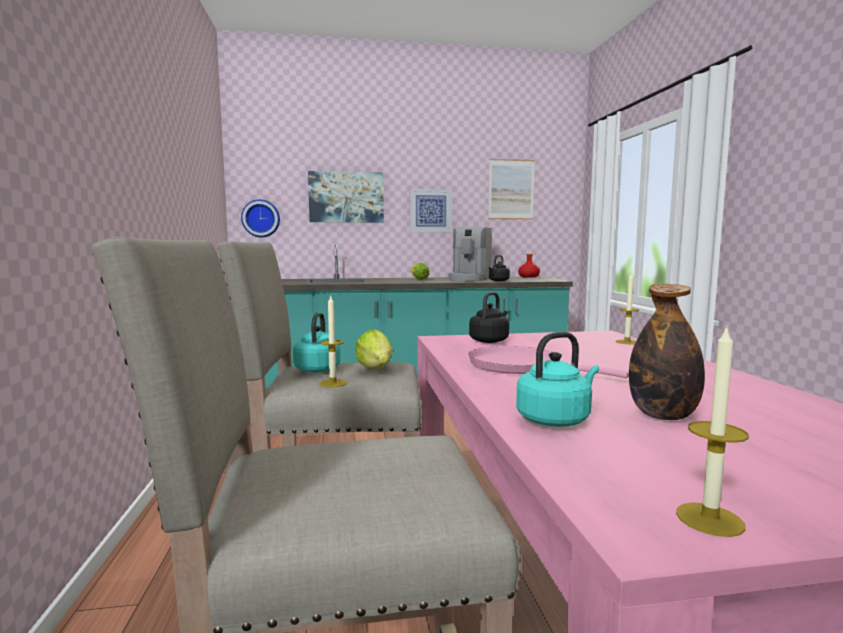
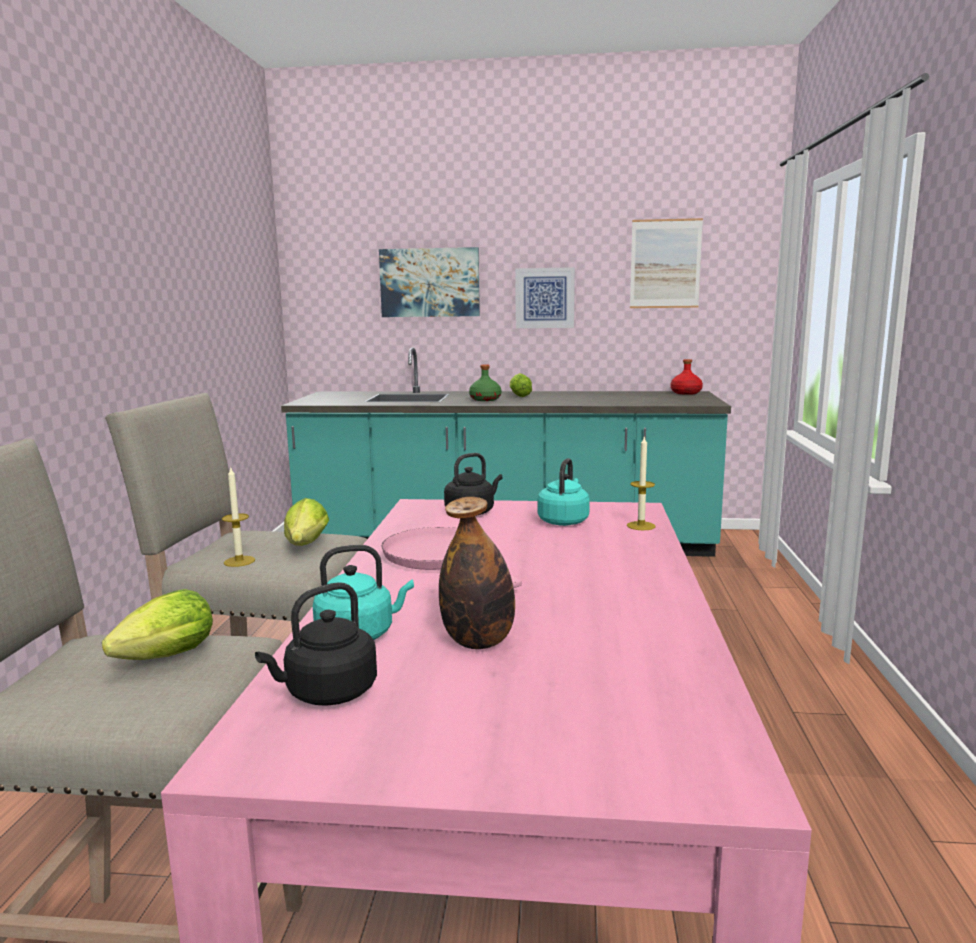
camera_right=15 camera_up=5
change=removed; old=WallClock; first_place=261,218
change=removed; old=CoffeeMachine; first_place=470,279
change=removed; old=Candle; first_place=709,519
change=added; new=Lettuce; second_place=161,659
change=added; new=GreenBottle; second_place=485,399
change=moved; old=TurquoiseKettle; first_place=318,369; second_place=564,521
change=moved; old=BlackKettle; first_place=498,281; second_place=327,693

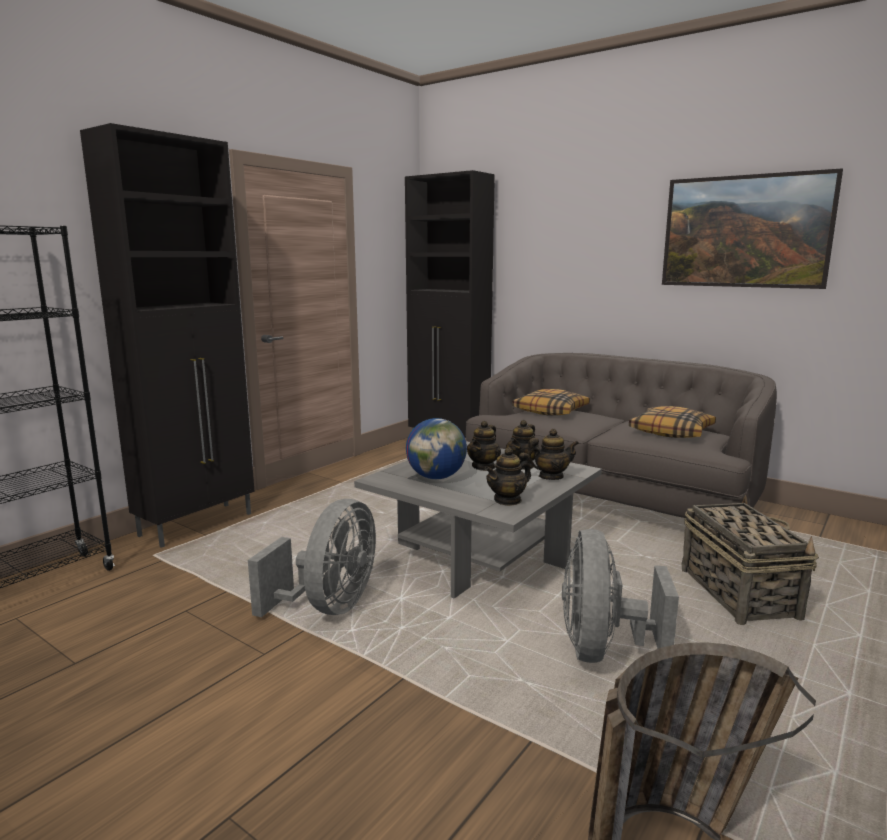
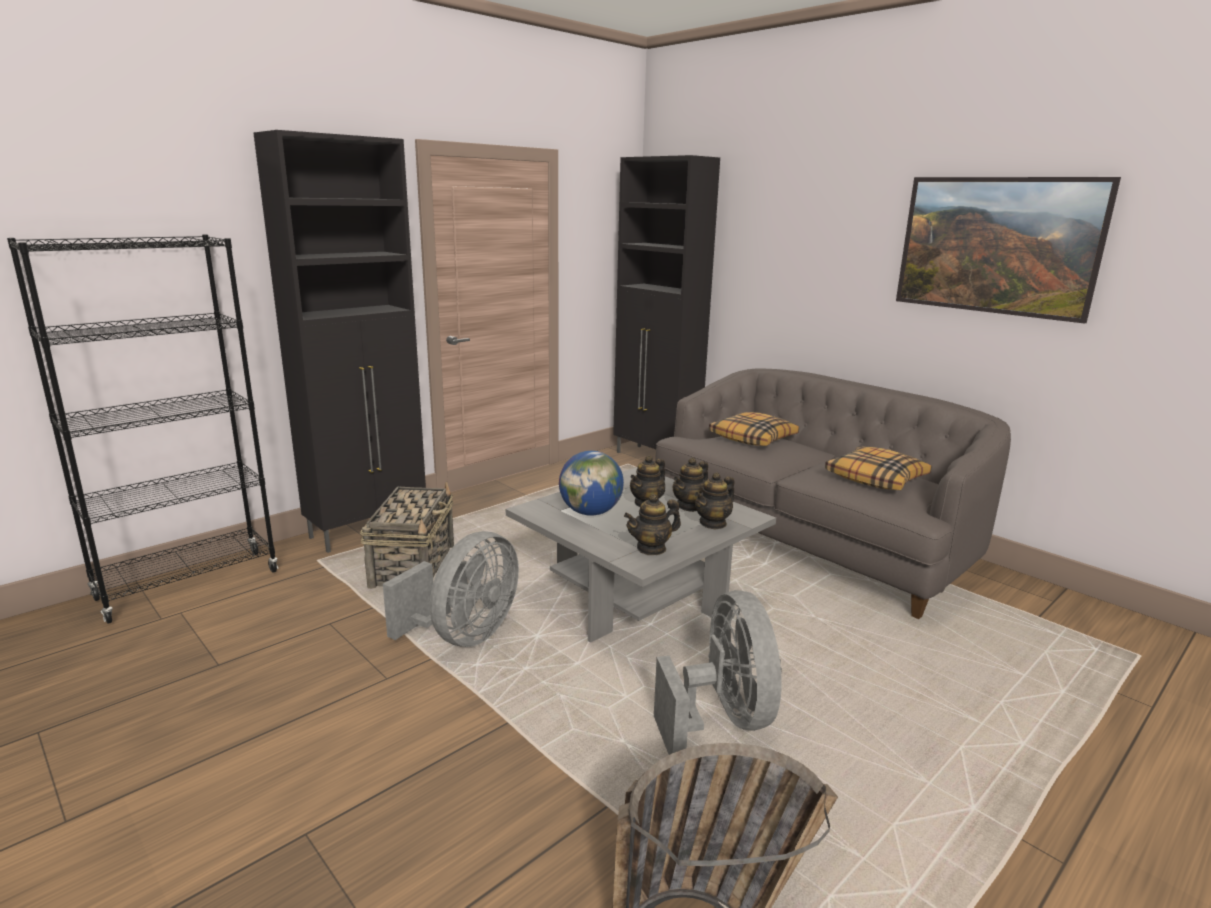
camera_right=10 camera_up=5
change=moved; old=Basket; first_place=737,592; second_place=413,565
change=turned; old=Teapot; first_place=550,477; second_place=713,523; degrees=135
change=turned; old=GreyFan; first_place=602,649; second_place=722,719; degrees=150

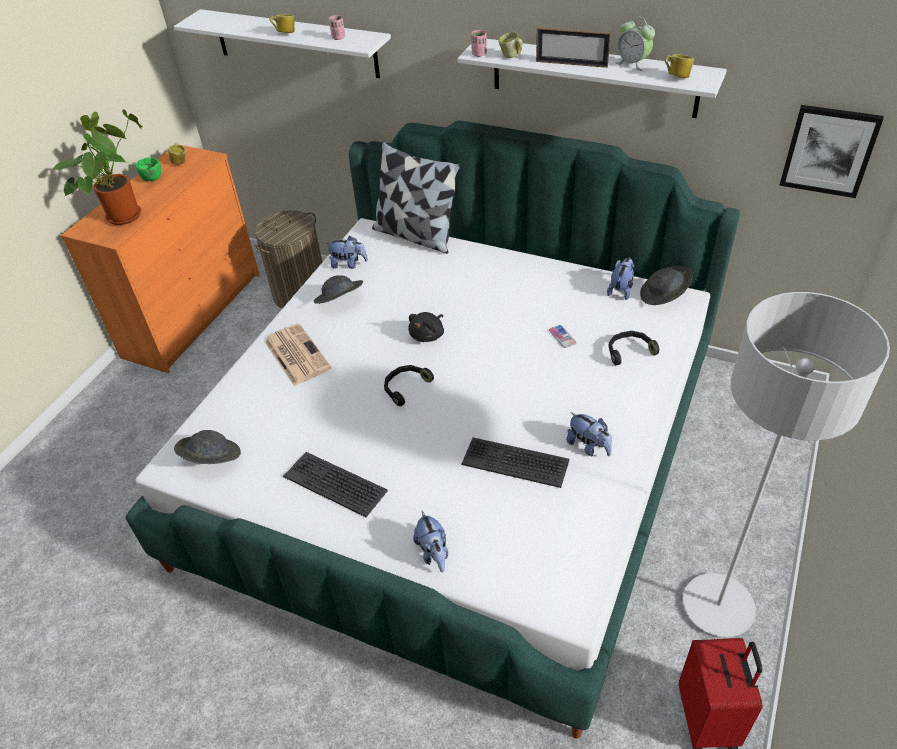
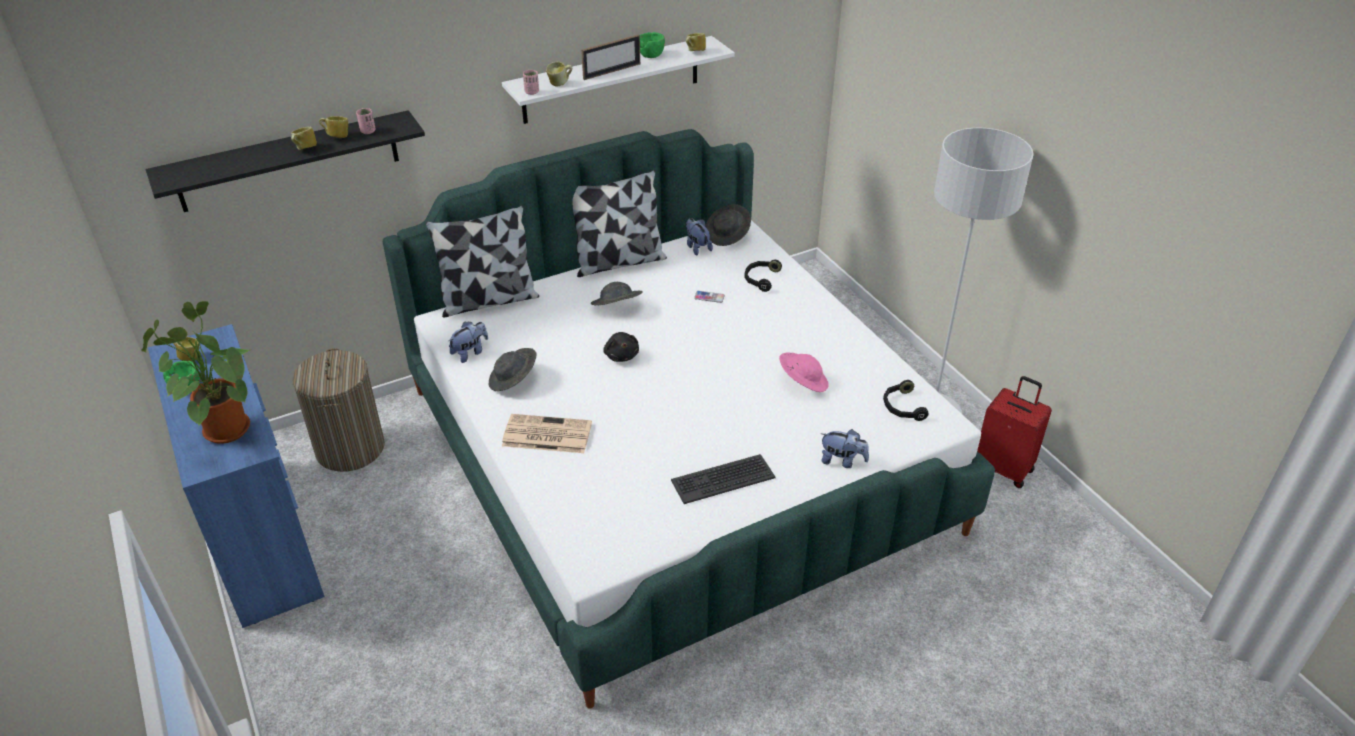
camera_right=-55 camera_up=-5
change=removed; old=PlushToy; first_place=588,446
change=removed; old=Picture; first_place=829,150
change=added; new=Mug; second_place=337,137
change=added; new=Pillow; second_place=618,261
change=moved; old=GreyHat; first_place=211,459; second_place=616,308
change=moved; old=BlackHeadphones; first_place=405,387; second_place=902,407
change=replaced; old=Keyboard; new=PinkHat; first_place=515,462; second_place=802,382
change=replaced; old=AlarmClock; new=GreenBowl; first_place=633,64; second_place=651,55
change=recoloured; old=OrangeDresser; new=BlueDresser; first_place=194,315; second_place=263,538
change=recoloured; old=WhiteShelf; new=BlackShelf; first_place=295,43; second_place=288,161

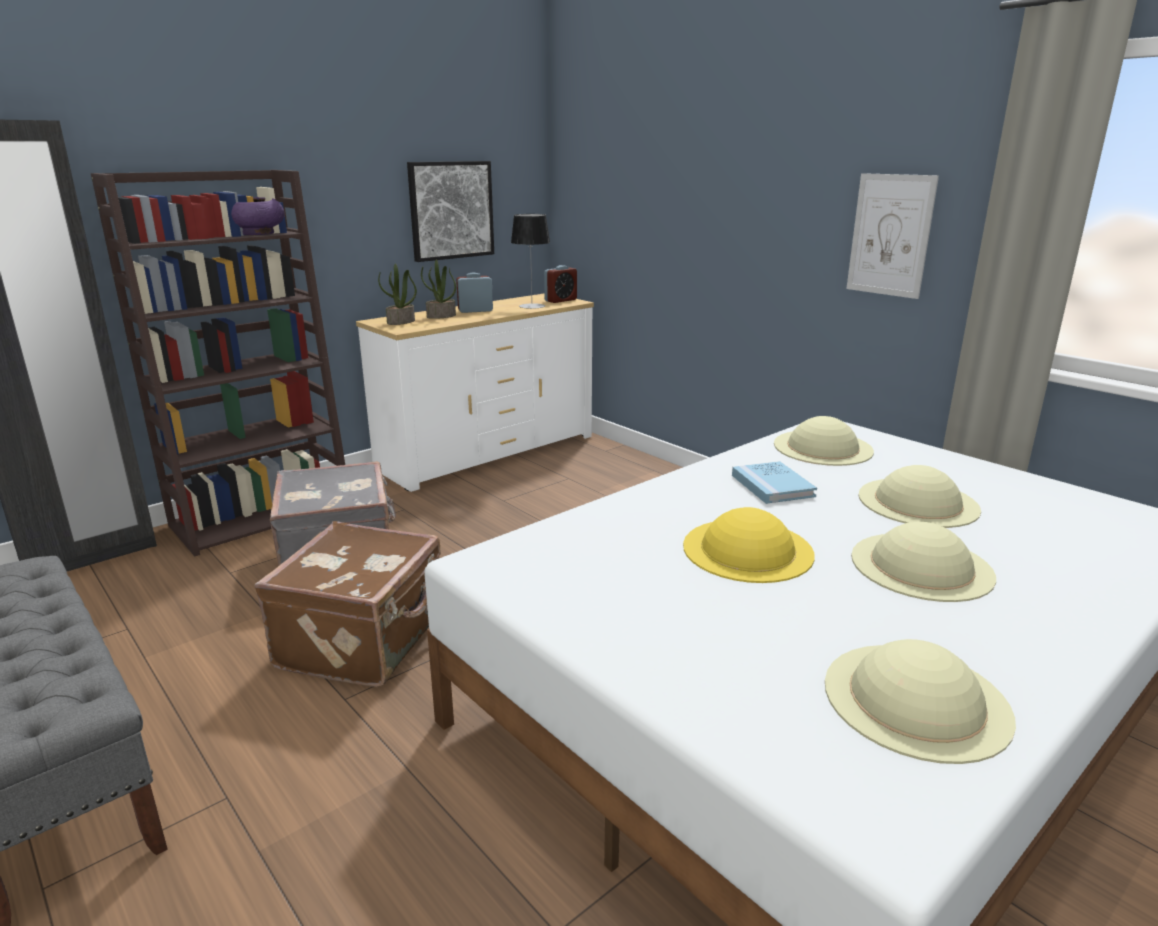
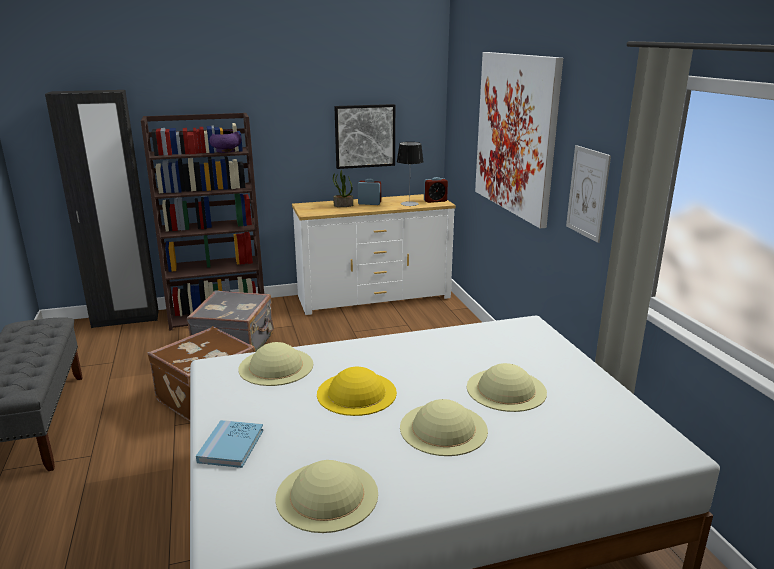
camera_right=25 camera_up=0
change=removed; old=PottedPlant; first_place=401,322
change=added; new=Picture; second_place=516,134
change=moved; old=BlueBook; first_place=772,486; second_place=231,446
change=moved; old=BeigeHat; first_place=823,447; second_place=276,366

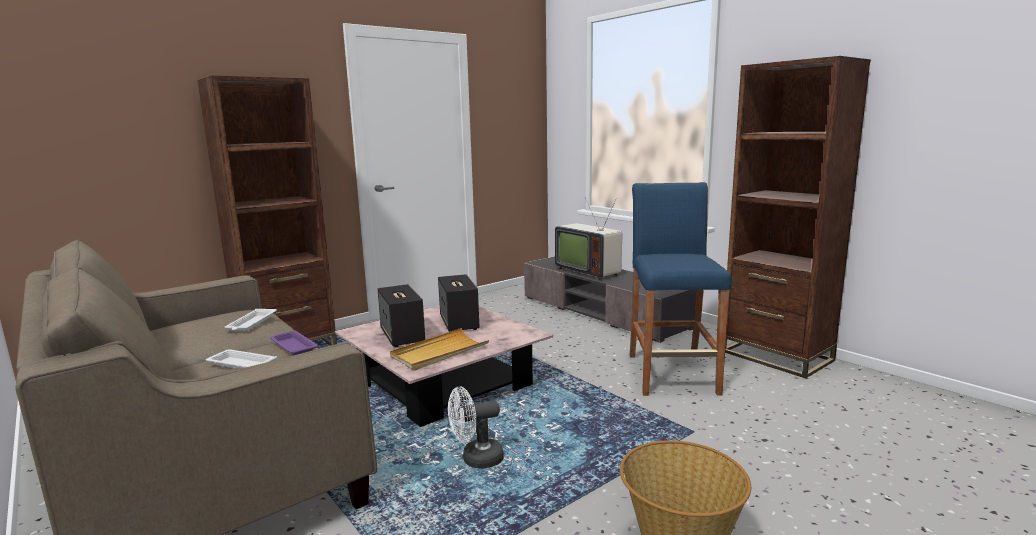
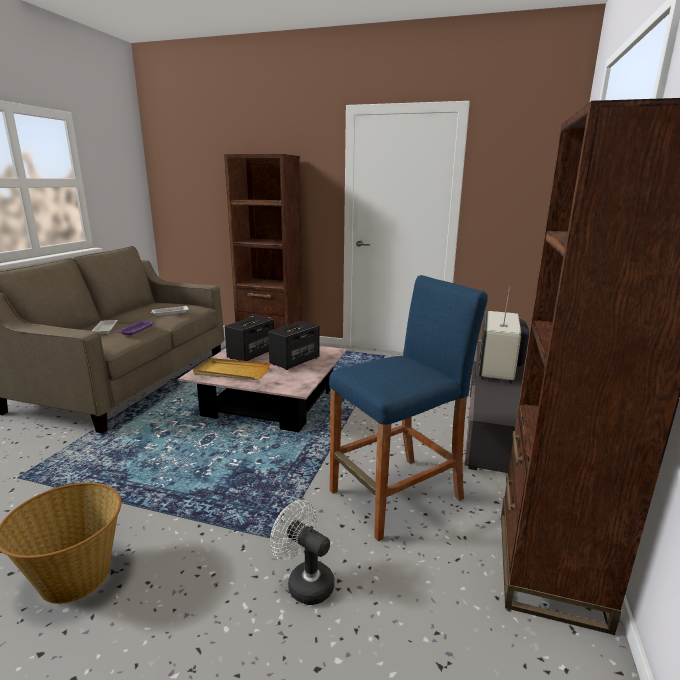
camera_right=55 camera_up=5
change=moved; old=WhiteFan; first_place=476,459; second_place=304,582

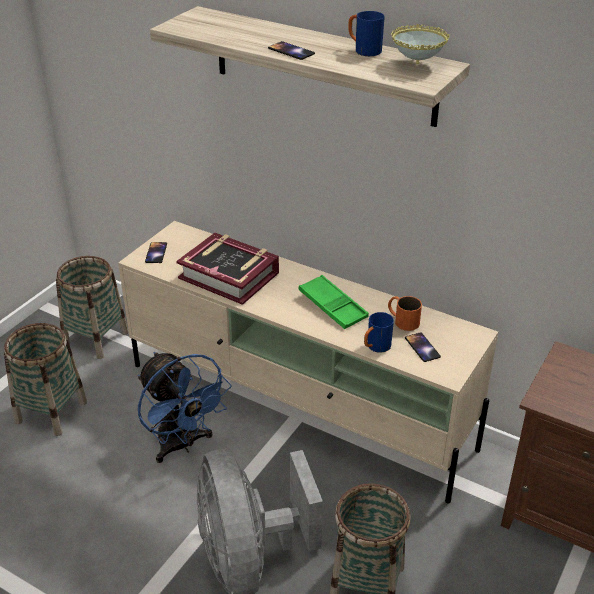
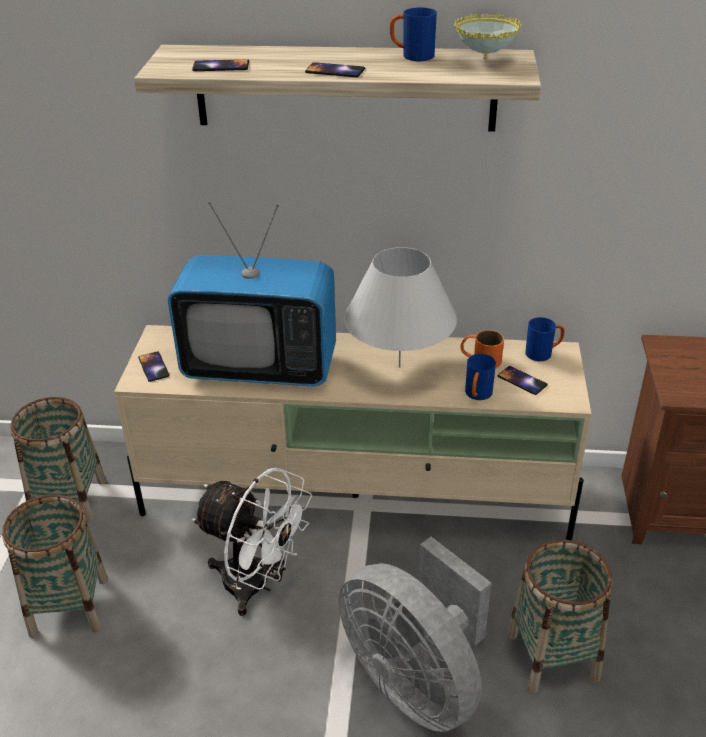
camera_right=-25 camera_up=0
change=added; new=Phone; second_place=221,66
change=added; new=BlueMug; second_place=543,353
change=replaced; old=Book; new=Television; first_place=229,275; second_place=260,367
change=replaced; old=GreenTray; new=WhiteTableLamp; first_place=332,306; second_place=399,367
change=recoloured; old=BlueFan; new=WhiteFan; first_place=182,445; second_place=257,585

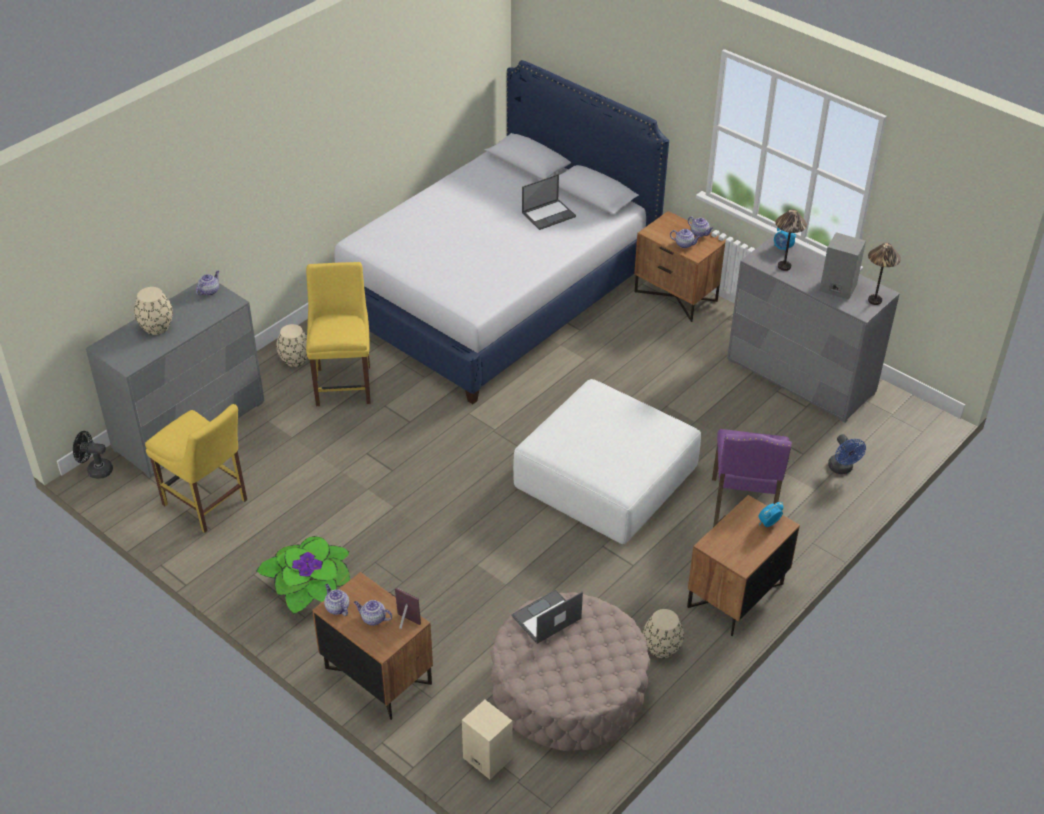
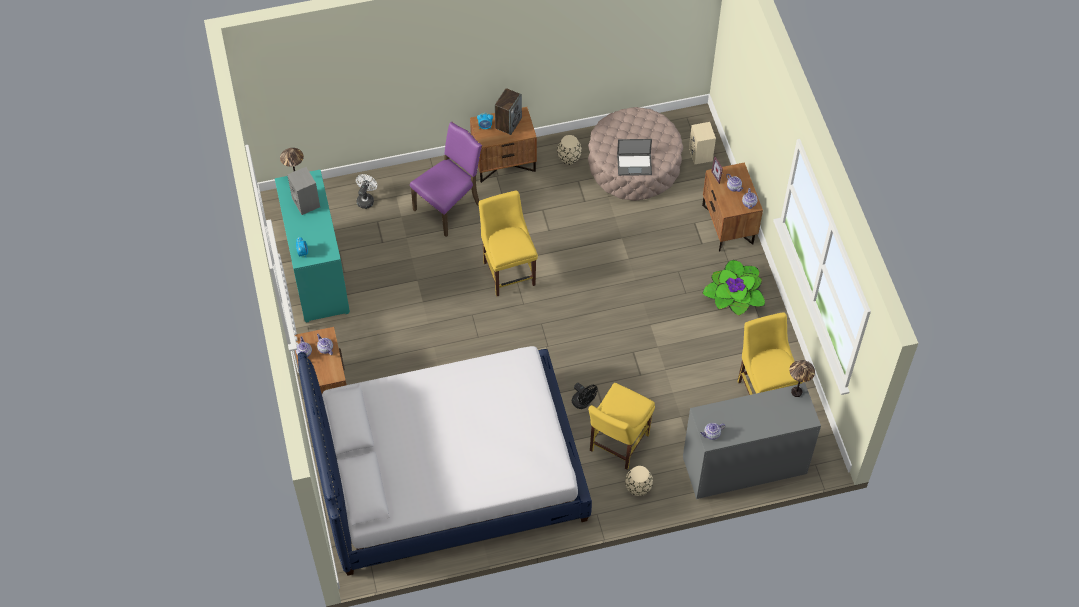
camera_right=-145 camera_up=15
change=removed; old=BeigeVase; first_place=156,327
change=removed; old=Laptop; first_place=549,214
change=added; new=Speaker; second_place=508,123
change=moved; old=BlackFan; first_place=96,470; second_place=583,403
change=moved; old=TableLamp; first_place=784,266; second_place=796,392
change=replaced; old=WhiteOttoman; new=YellowChair; first_place=606,479; second_place=508,271
change=recoloured; old=GreyDresser; new=TurquoiseDresser; first_place=800,377; second_place=318,274
change=recoloured; old=BlueFan; new=WhiteFan; first_place=842,469; second_place=366,199

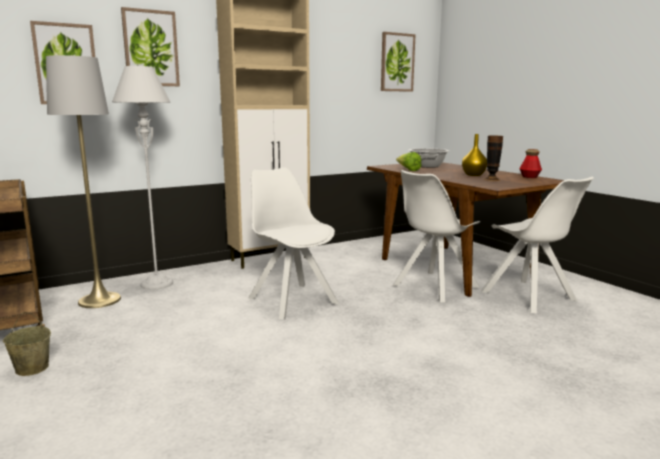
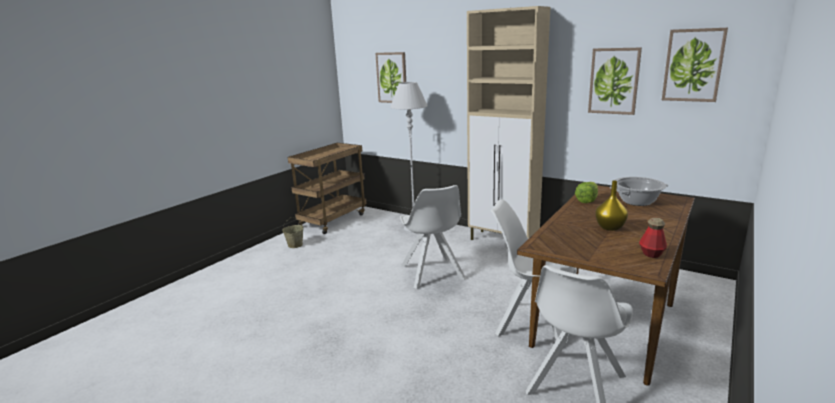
camera_right=65 camera_up=5
change=removed; old=GreyFloorLamp; first_place=99,300
change=removed; old=Vase; first_place=491,179
change=moved; old=Picture; first_place=151,48; second_place=614,81
change=turned; old=WhiteChair; first_place=291,300; second_place=432,273; degrees=135

